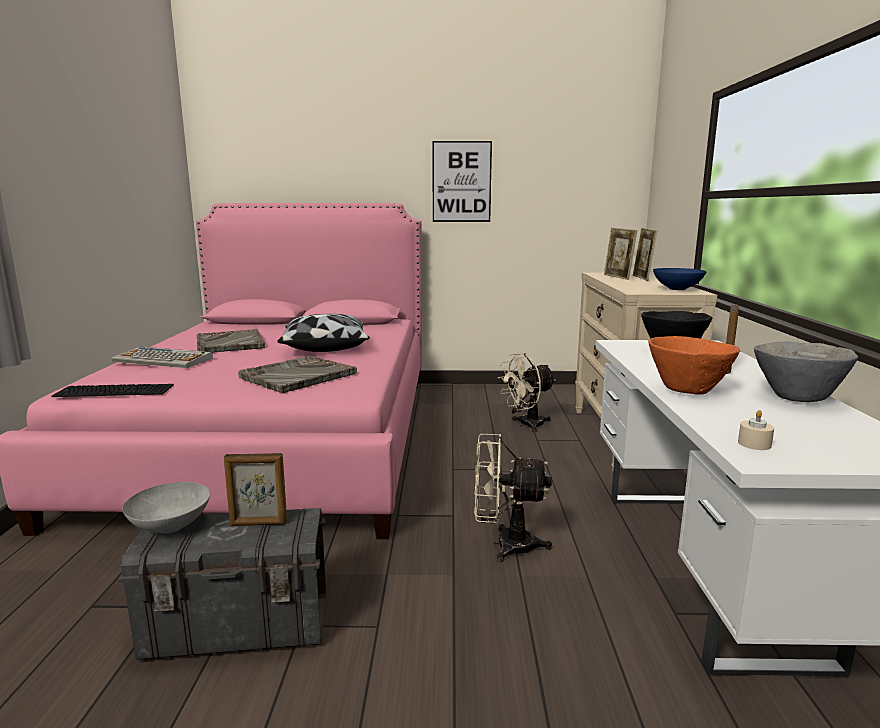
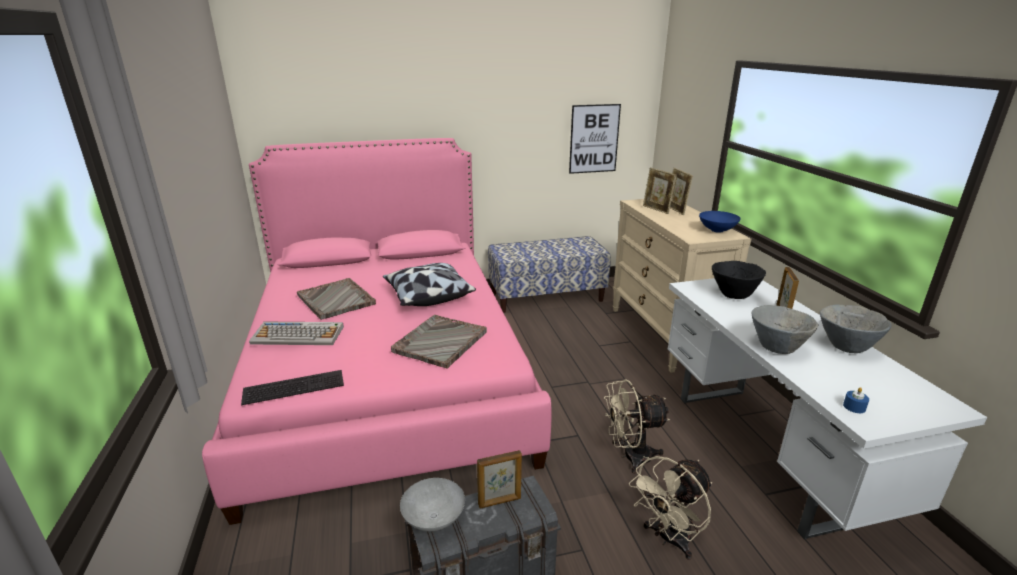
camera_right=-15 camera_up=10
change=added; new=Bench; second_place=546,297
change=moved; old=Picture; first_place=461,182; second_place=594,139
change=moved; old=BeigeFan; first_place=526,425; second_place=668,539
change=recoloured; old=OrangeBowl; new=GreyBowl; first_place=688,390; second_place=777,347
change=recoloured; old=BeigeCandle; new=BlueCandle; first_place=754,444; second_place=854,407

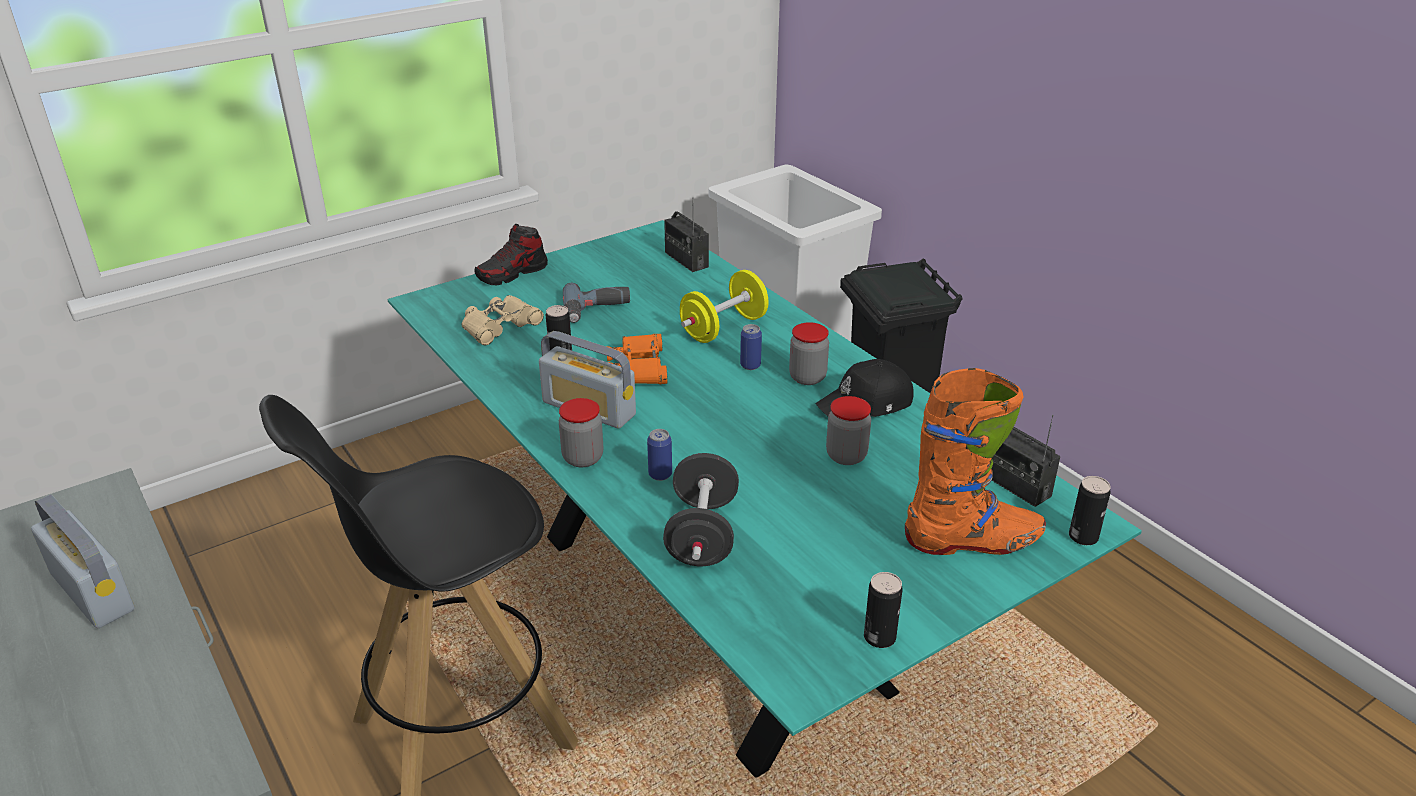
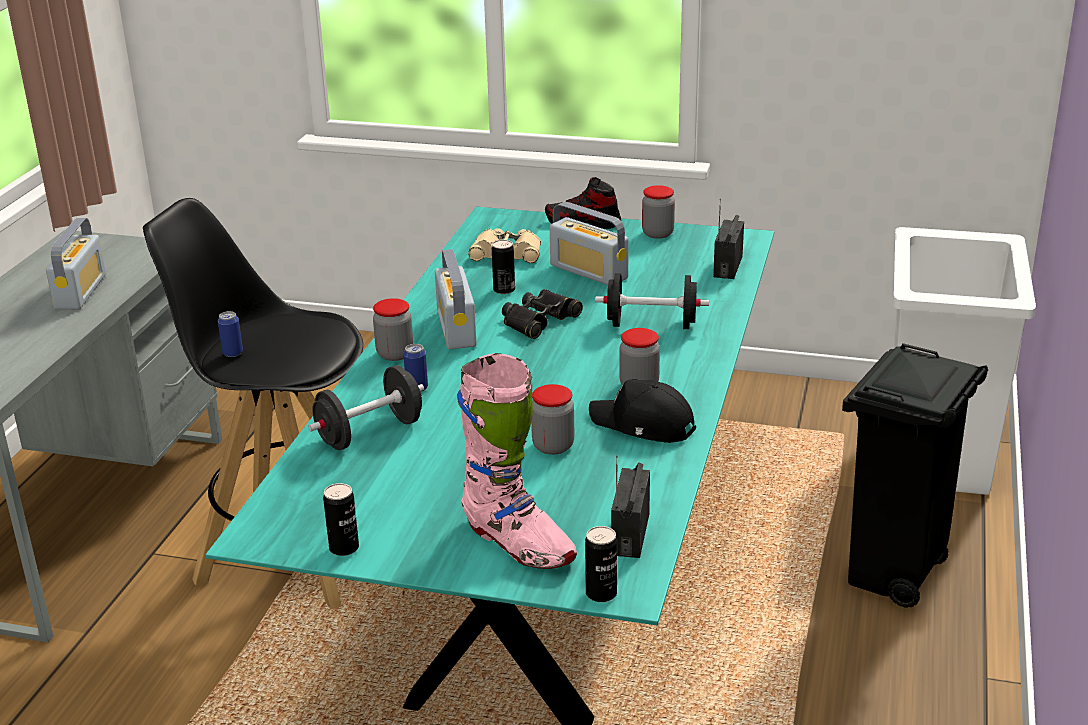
camera_right=50 camera_up=-5
change=added; new=Jar; second_place=657,233
change=moved; old=Can; first_place=750,365; second_place=232,353
change=replaced; old=PowerDrill; new=Radio; first_place=597,310; second_place=589,272
change=recoloured; old=OrangeBinoculars; new=BlackBinoculars; first_place=639,367; second_place=539,320
change=recoloured; old=YellowDumbbell; new=BlackDumbbell; first_place=724,328; second_place=651,325
change=recoloured; old=OrangeBoot; new=PinkBoot; first_place=973,542; second_place=518,544

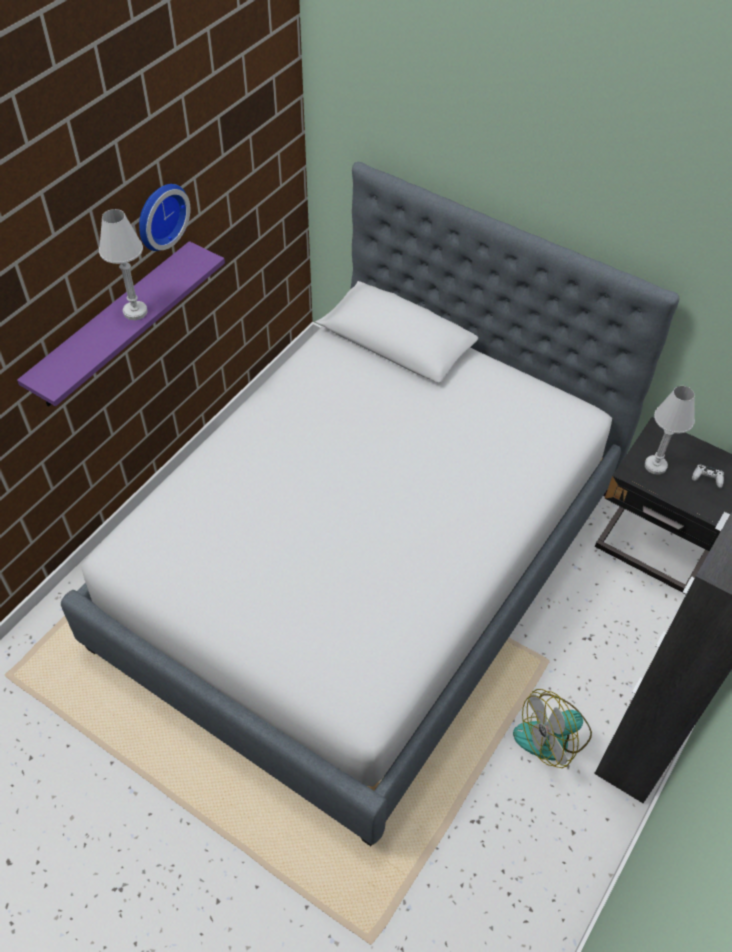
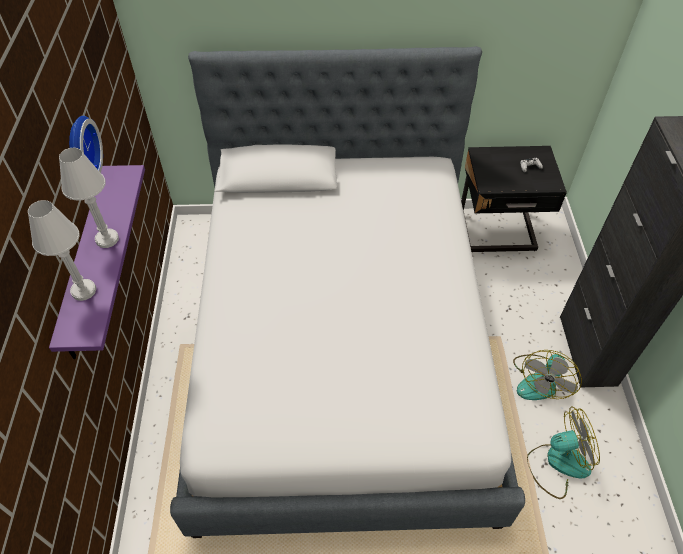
camera_right=-35 camera_up=0
change=added; new=Fan; second_place=557,463
change=moved; old=WhiteTableLamp; first_place=655,466; second_place=83,291

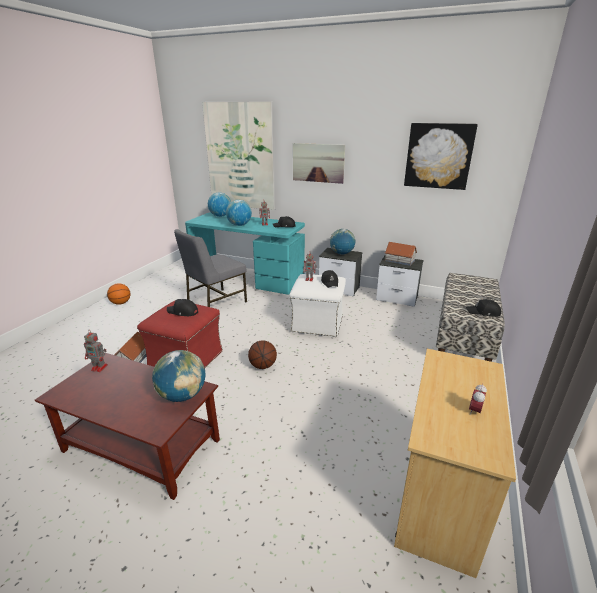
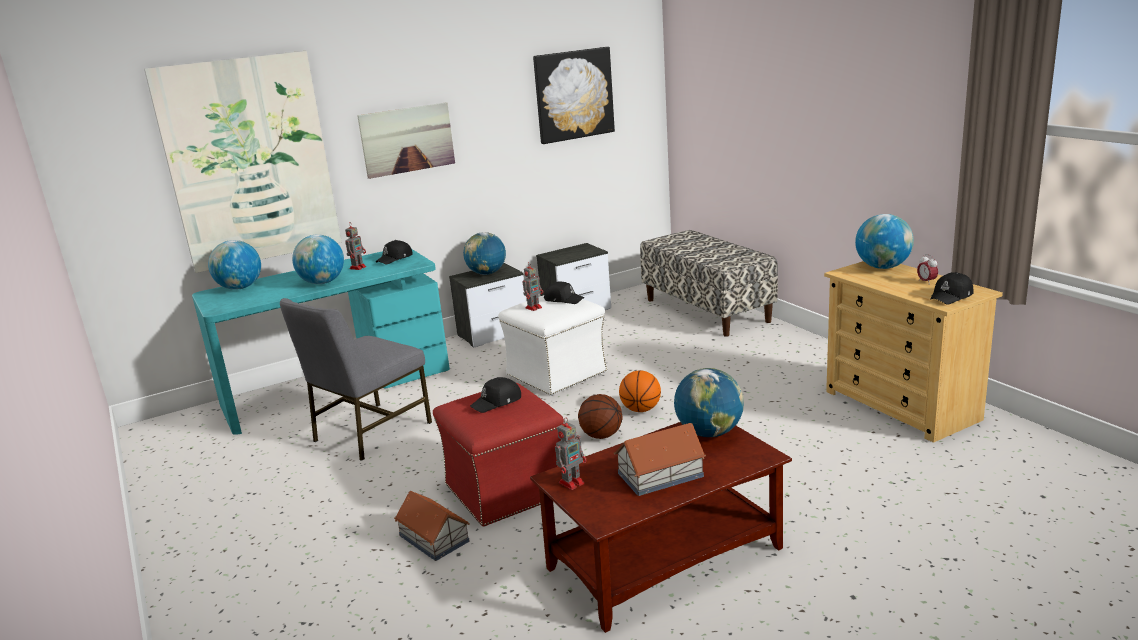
camera_right=-50 camera_up=-5
change=added; new=Globe; second_place=882,267
change=moved; old=Basketball; first_place=121,303; second_place=640,409
change=moved; old=ToyHouse; first_place=400,260; second_place=661,475
change=moved; old=BlackCap; first_place=483,312; second_place=951,296
change=turned; old=GreyChair; first_place=215,302; second_place=370,432; degrees=45

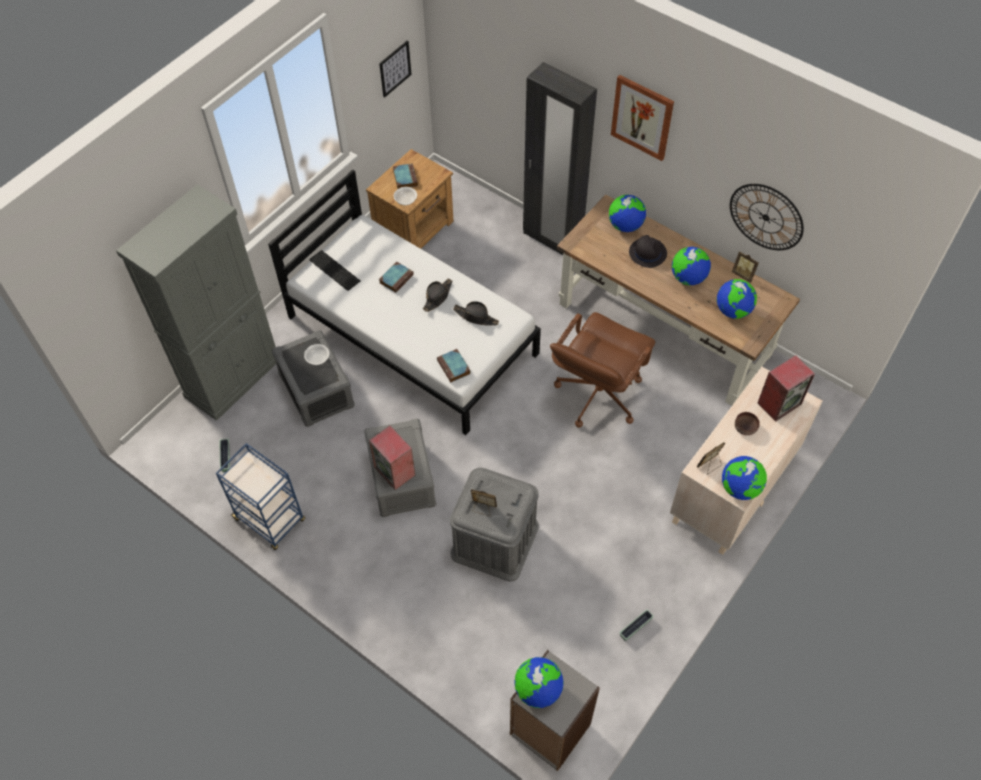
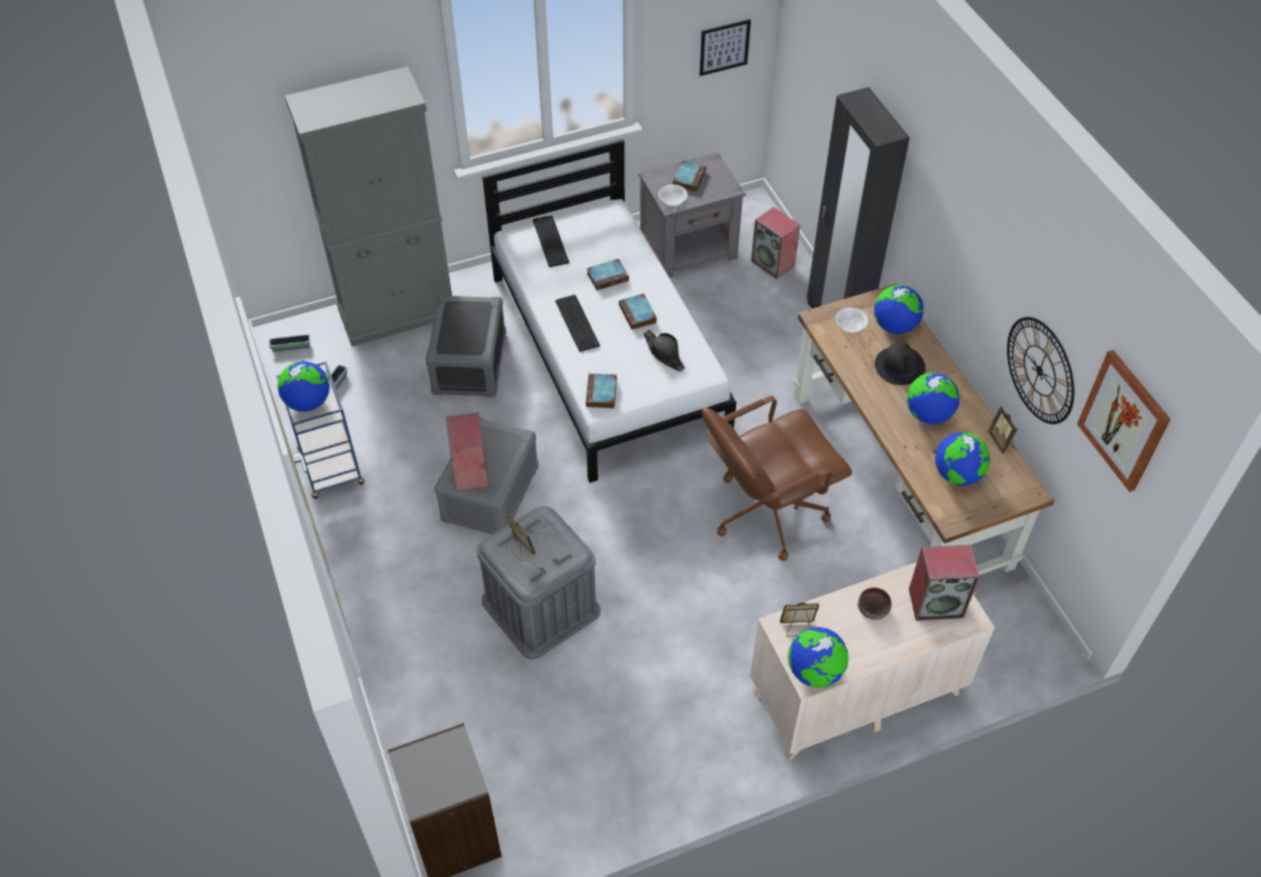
camera_right=30 camera_up=-5
change=added; new=Keyboard; second_place=578,322
change=added; new=Speaker; second_place=773,263
change=moved; old=Bowl; first_place=317,358; second_place=850,326
change=moved; old=Globe; first_place=538,690; second_place=308,402
change=moved; old=Picture; first_place=642,117; second_place=1124,420
change=moved; old=Planter; first_place=635,627; second_place=291,347
change=replaced; old=BlackHat; new=Book; first_place=438,297; second_place=638,314
change=recoloured; old=BrownNightstand; new=GreyNightstand; first_place=415,229; second_place=690,248

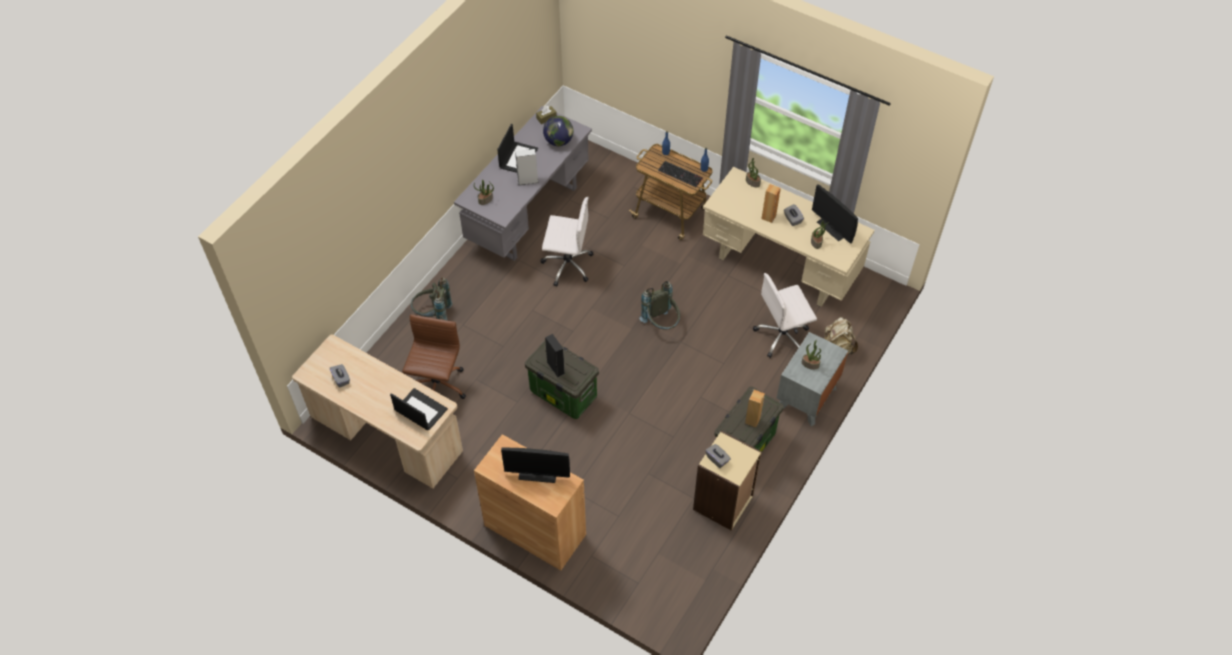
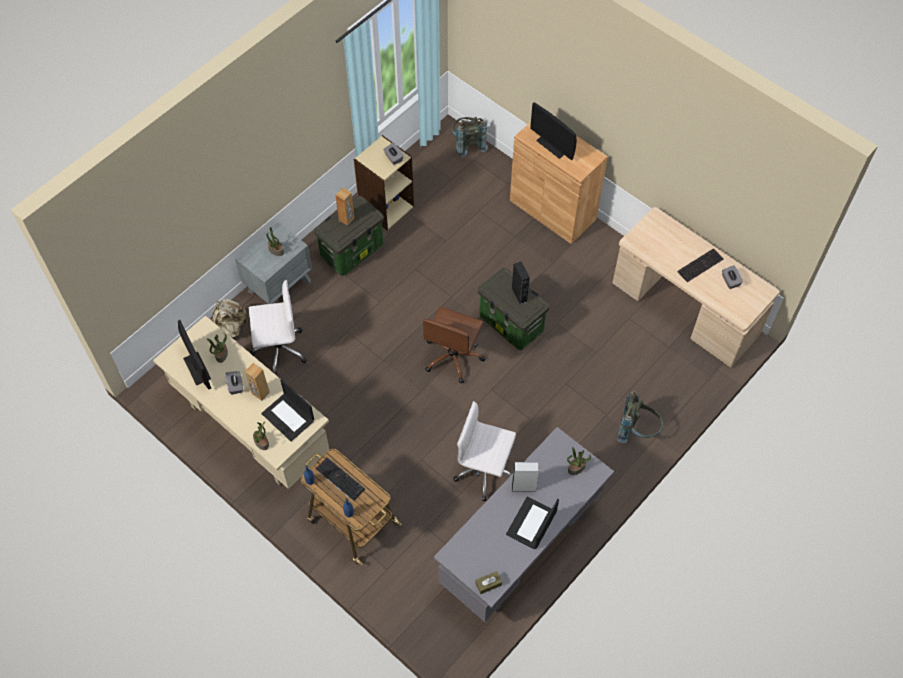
camera_right=-170 camera_up=5
change=removed; old=Globe; first_place=558,141
change=added; new=Keyboard; second_place=700,264
change=moved; old=Laptop; first_place=420,410; second_place=289,417
change=moved; old=BrownOfficeChair; first_place=437,386; second_place=453,357
change=moved; old=GreyBackpack; first_place=661,324; second_place=467,144
change=turned; old=Monitor; first_place=537,474; second_place=552,145; degrees=-150

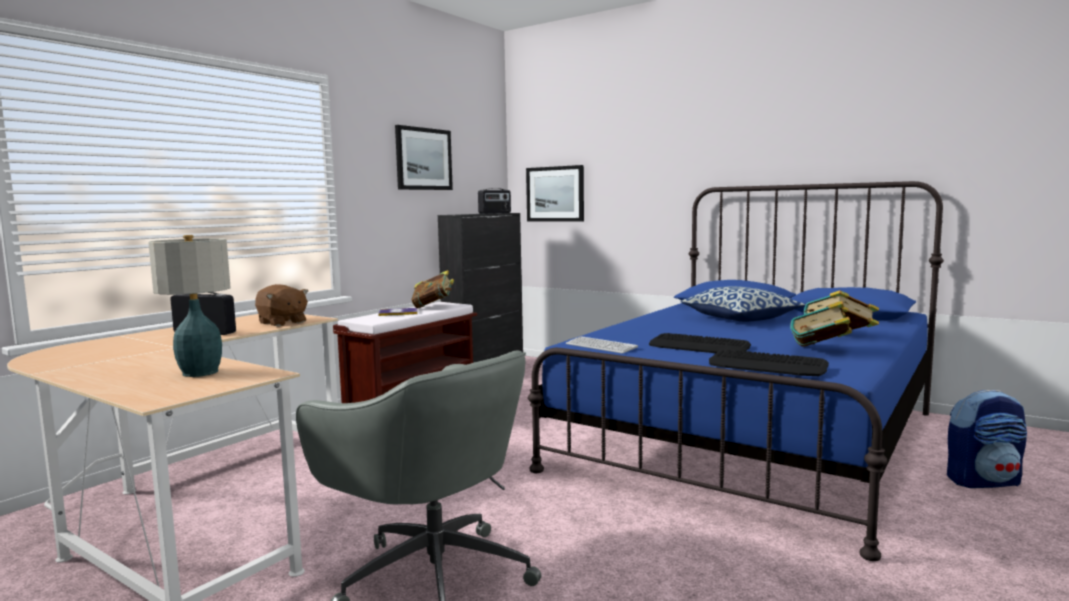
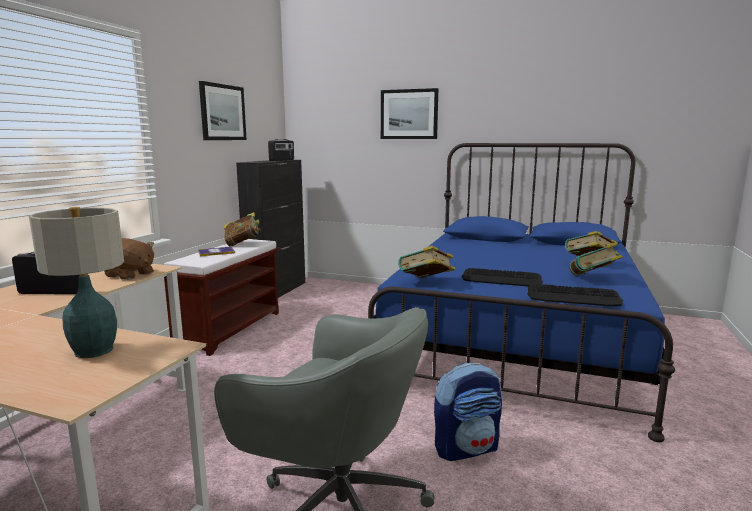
camera_right=-15 camera_up=5
change=removed; old=Pillow; first_place=740,318
change=moved; old=Picture; first_place=555,194; second_place=409,114
change=moved; old=Backpack; first_place=983,481; second_place=467,448
change=replaced; old=Keyboard; new=Book; first_place=601,346; second_place=426,283

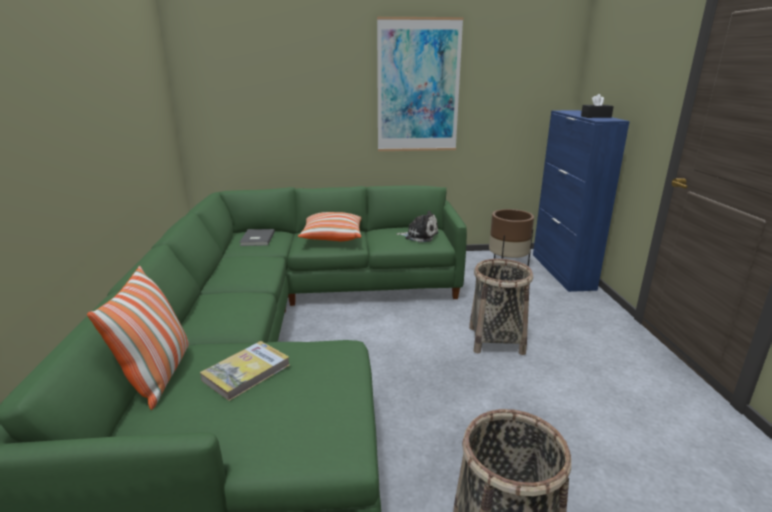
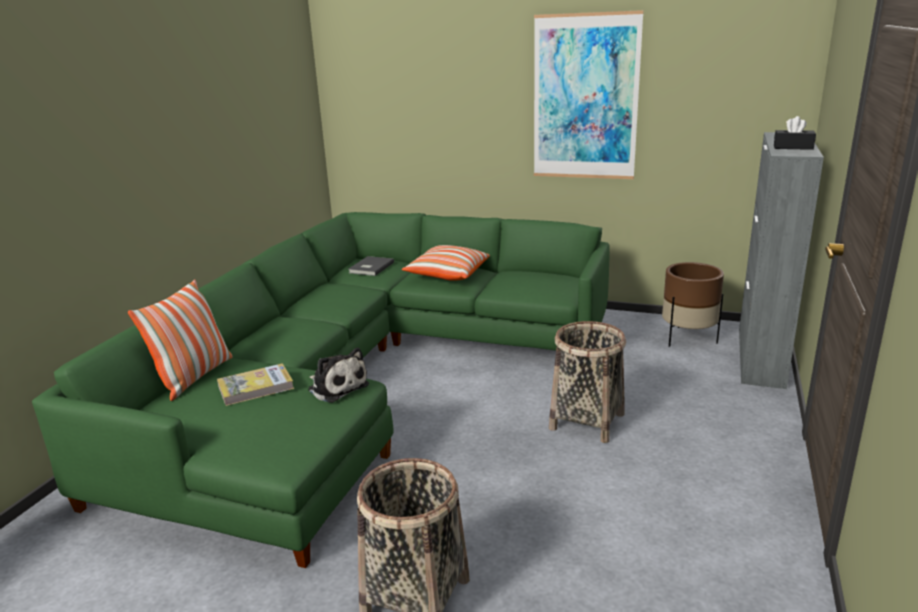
camera_right=25 camera_up=0
change=moved; old=PlushToy; first_place=419,236; second_place=336,387
change=recoloured; old=BlueCabinet; new=GreyCabinet; first_place=562,271; second_place=760,357

